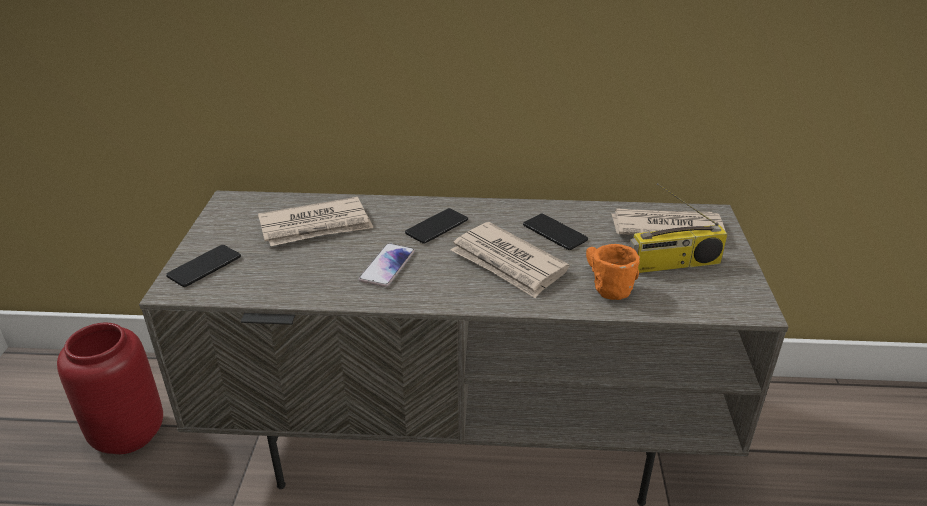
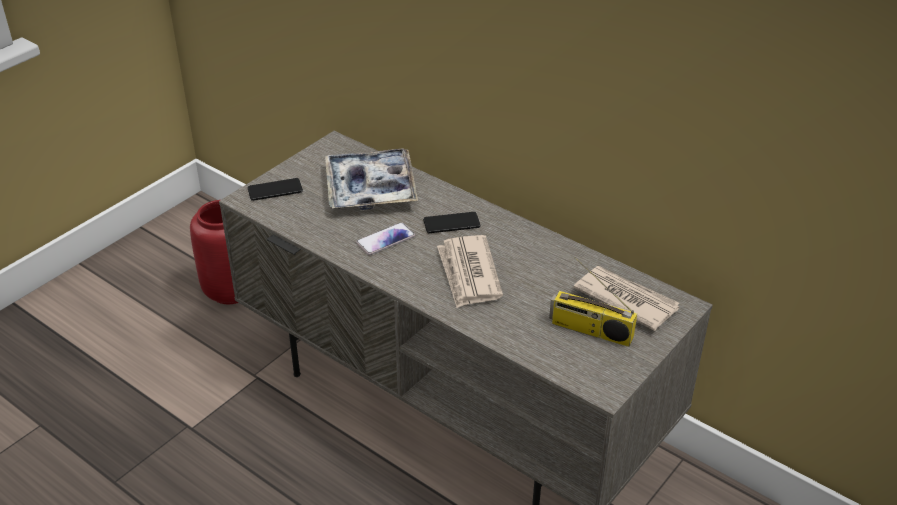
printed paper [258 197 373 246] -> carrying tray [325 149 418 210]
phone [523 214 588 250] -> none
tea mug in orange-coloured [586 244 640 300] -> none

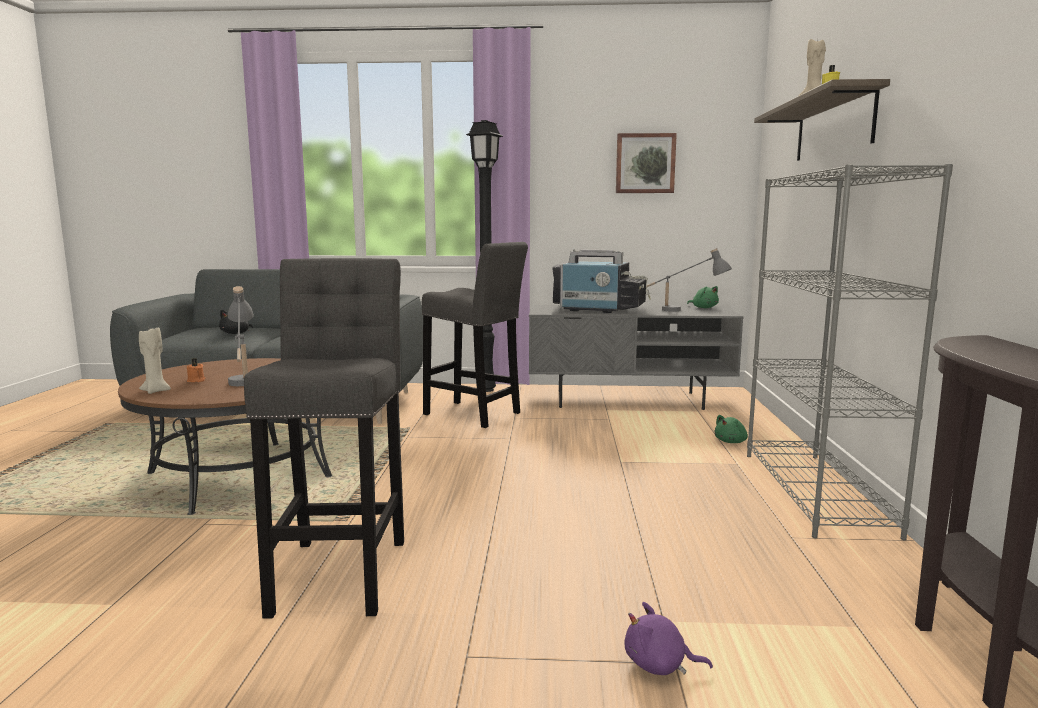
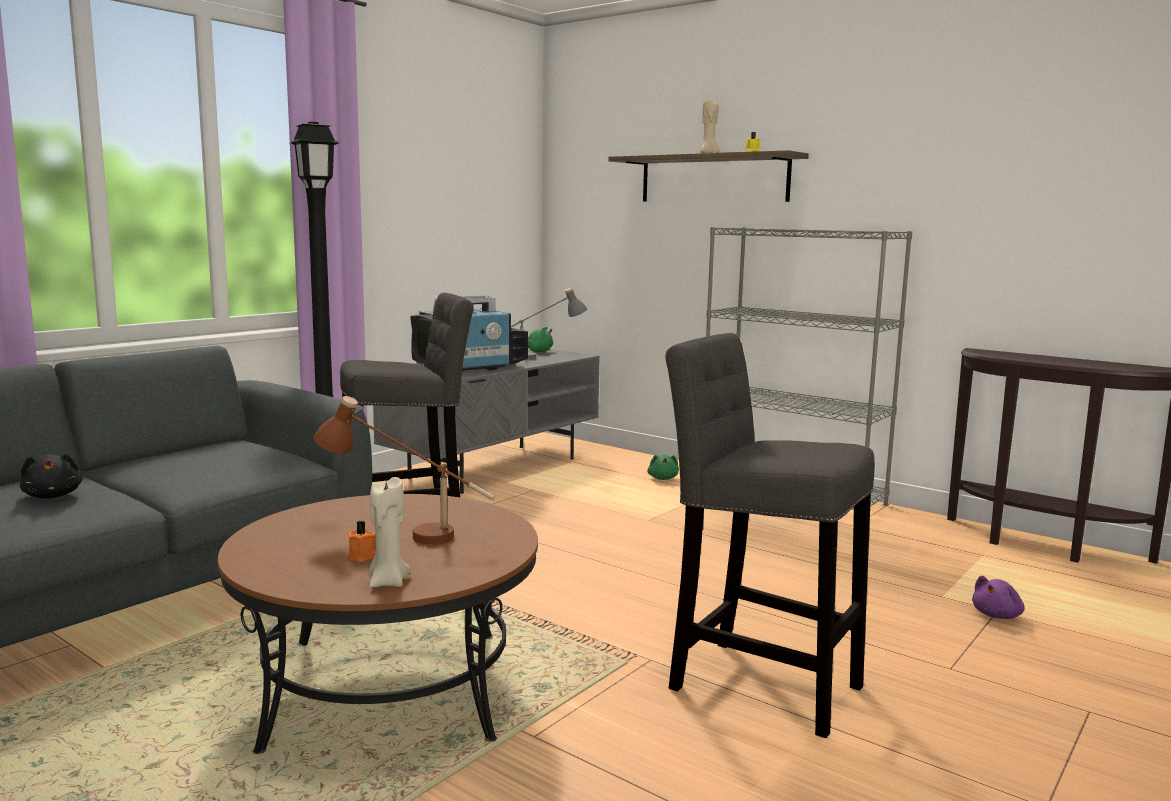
tabletop lamp in greyish [228 286 254 386] -> tabletop lamp in brownish [313 396 495 545]
picture [616 133 677 193] -> none

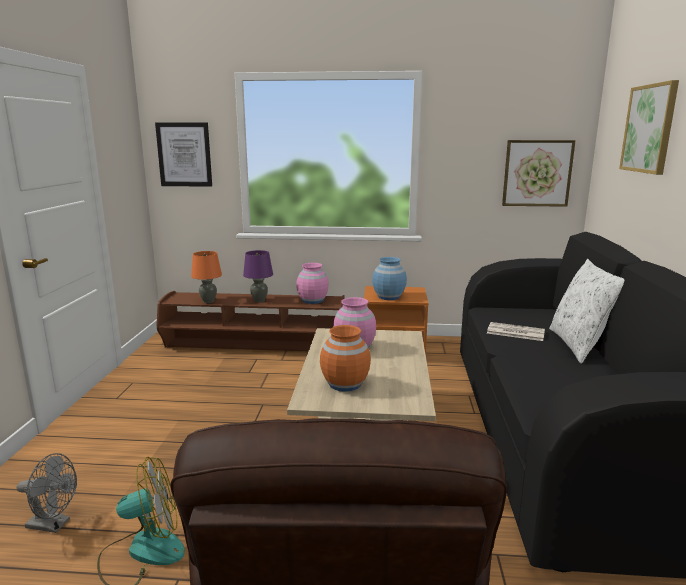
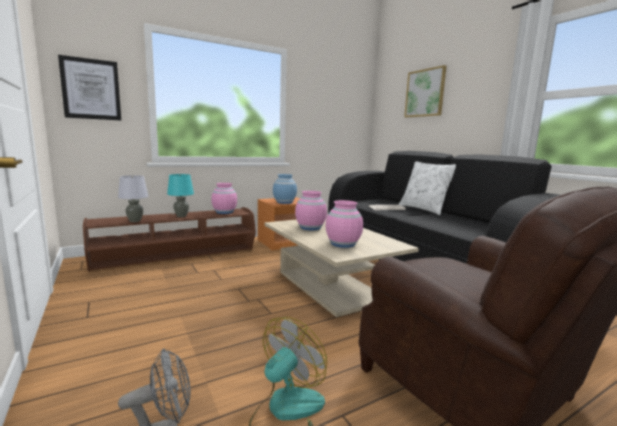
tabletop lamp in orange-coloured [191 251 222 303] -> tabletop lamp in greyish [118 175 148 222]
tabletop lamp in purple [243 250 273 302] -> tabletop lamp in turquoise [167 174 194 217]
flower vase in orange-coloured [320 325 371 392] -> flower vase in pink [325 200 363 248]
picture [502 140 576 207] -> none

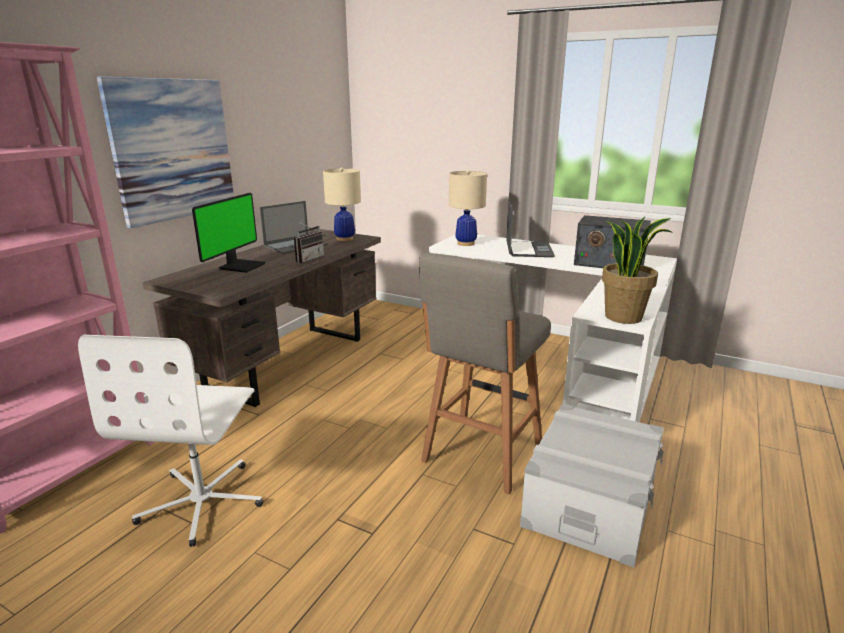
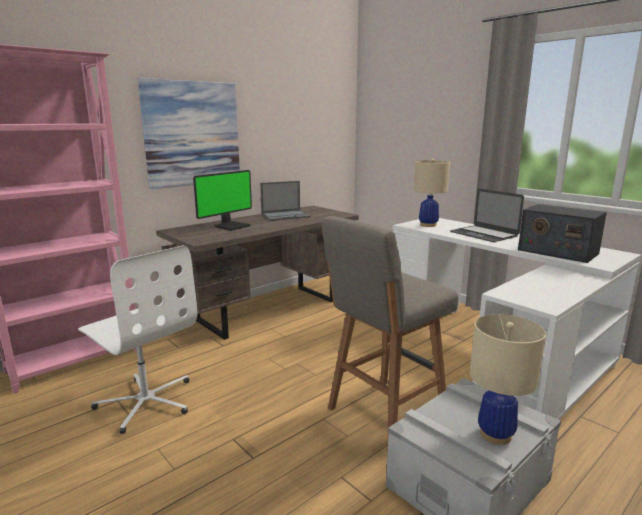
desk chair in whitish [78 335 263 547] -> desk chair in whitish [78 245 197 434], 75 degrees counterclockwise
portable computer [506 201 555 257] -> portable computer [450 189 524 242], 120 degrees clockwise
tabletop lamp in sand-coloured [323 167 361 241] -> tabletop lamp in sand-coloured [470 314 546 445], moved
radio [294 220 324 263] -> none
potted plant [602 217 672 324] -> none

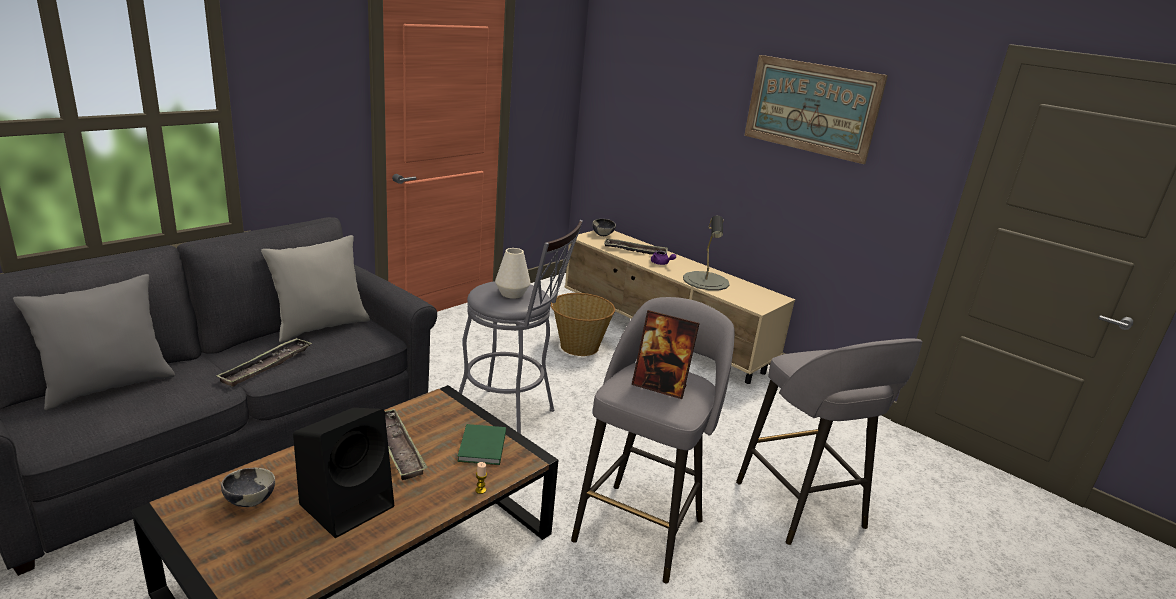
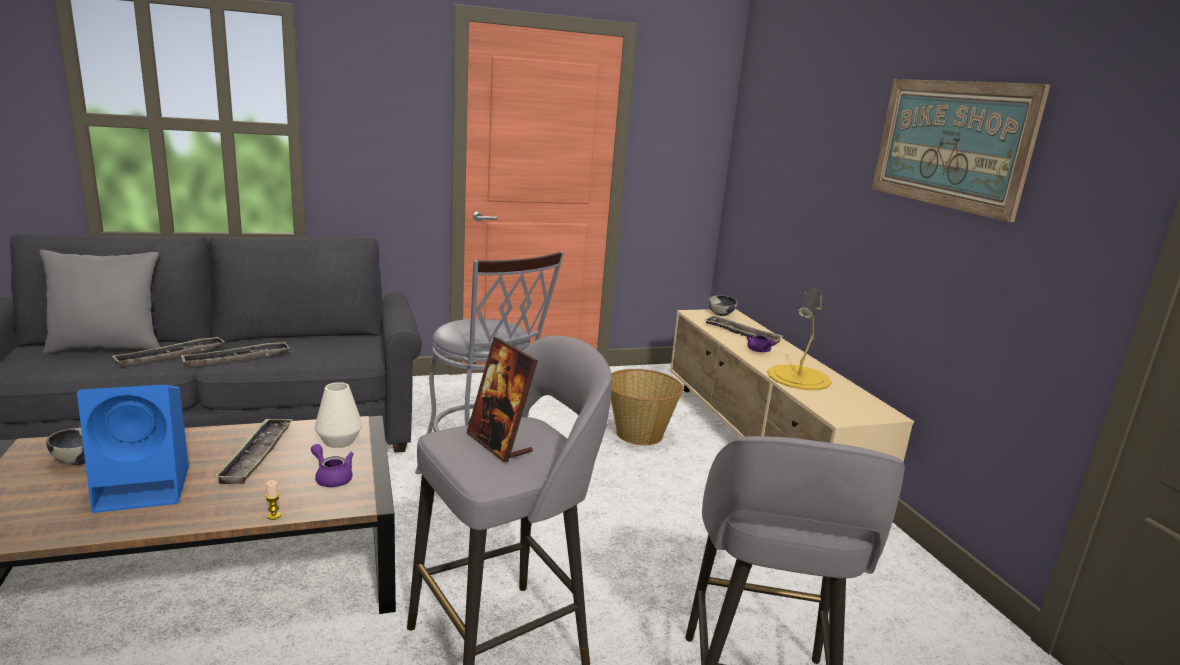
loudspeaker in black [293 408 394 538] -> loudspeaker in blue-coloured [77 385 189 513]
none -> carrying tray [111 336 225 368]
bound book in green [457 424 506 465] -> pot for tea in purple [311 444 354 487]
flower vase in whitish [495 248 531 299] -> flower vase in whitish [315 382 362 448], moved
tabletop lamp in greyish [683 215 730 291] -> tabletop lamp in yellow [767 289 831 390]
throw pillow in greyish [261 235 370 343] -> none

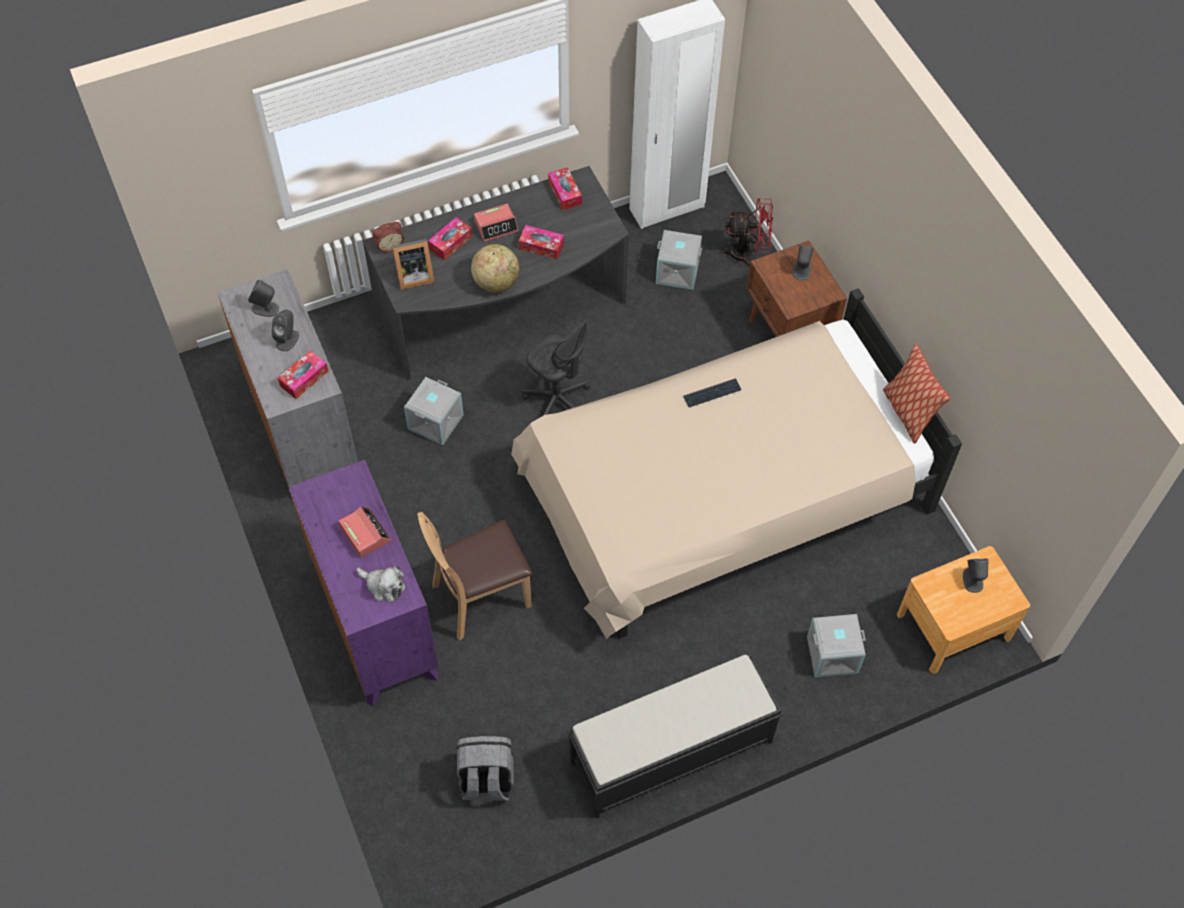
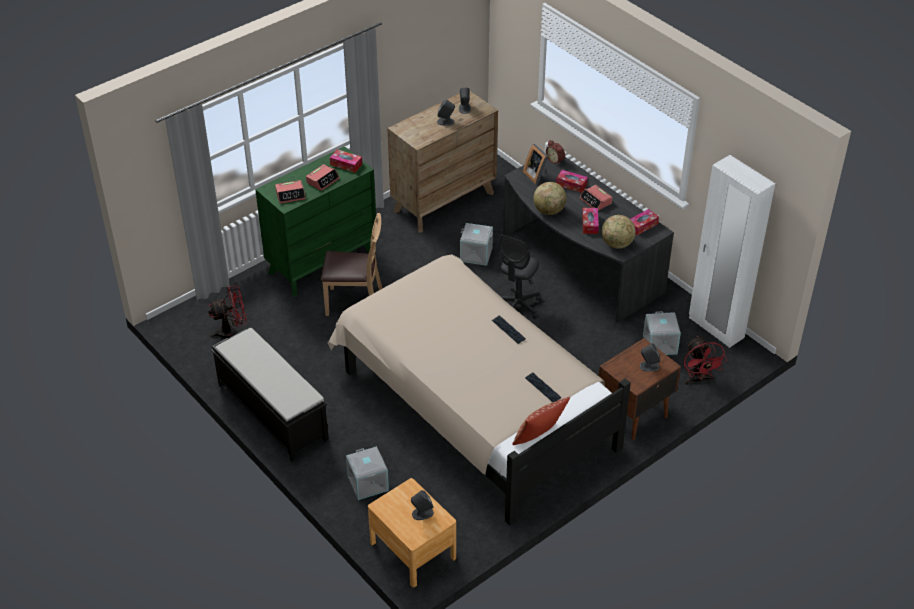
backpack in greyish [457 736 514 801] -> electric fan in red [208 285 247 338]
dresser in purple [289 460 439 706] -> dresser in green [255 146 376 297]
soft toy [356 566 406 602] -> bedside clock [275 180 306 204]
plain chair in brownish [417 512 532 641] -> plain chair in brownish [321 213 383 316], 135 degrees clockwise
box of tissues [278 351 328 399] -> box of tissues [330 149 362 173], moved
dresser in greyish [217 269 358 487] -> dresser in brownish [387 90 498 233]
none -> PC keyboard [525 372 561 402]
none -> globe [602 215 636 249]

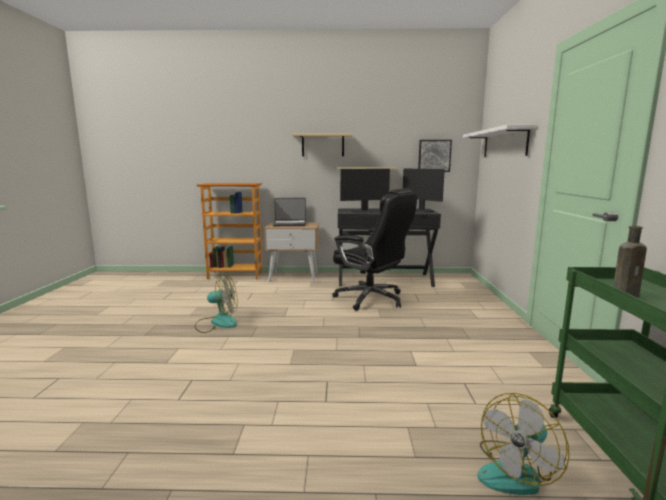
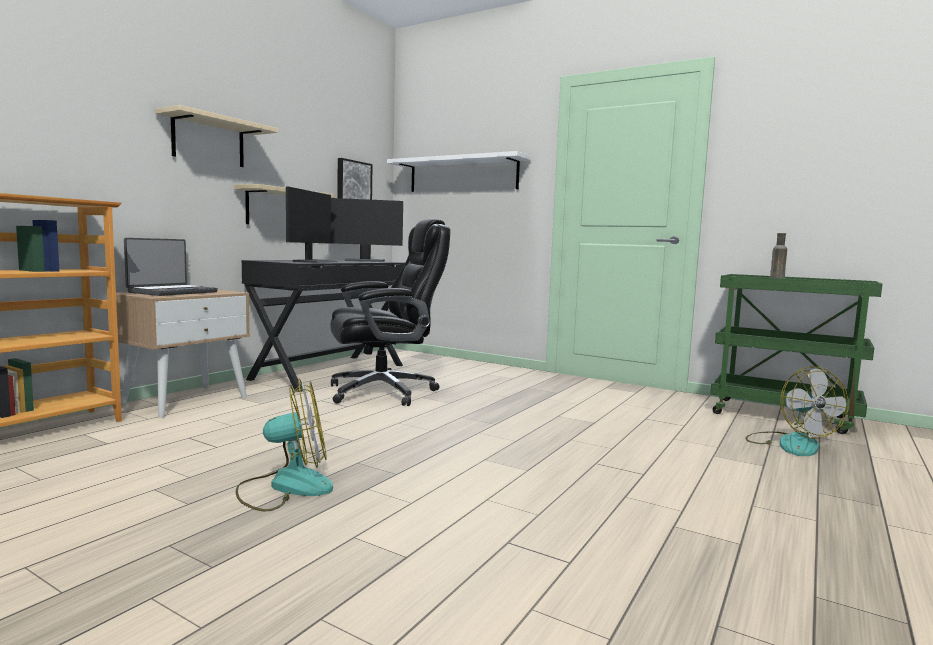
electric fan [195 275 238 333] -> electric fan [236 379 333 511], 45 degrees clockwise

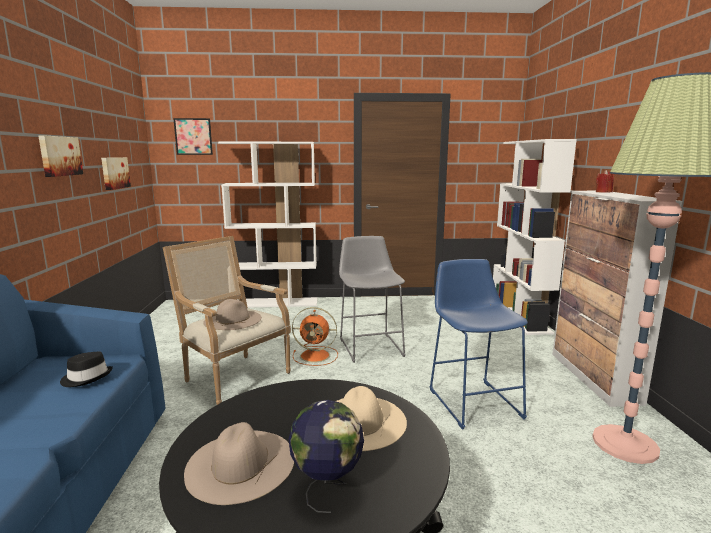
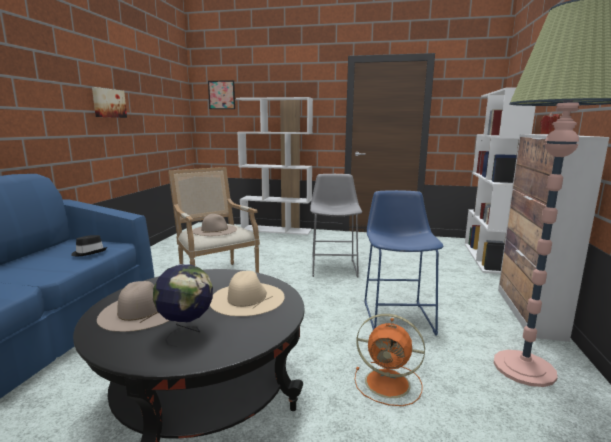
electric fan in orange-coloured [292 307 338 366] -> electric fan in orange-coloured [355 314 425 406], moved
picture [101 157 131 190] -> none

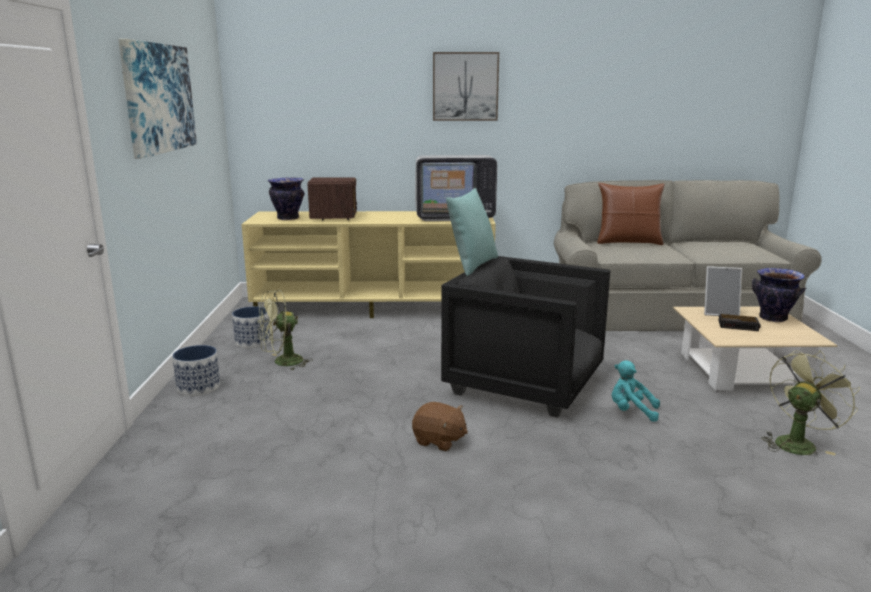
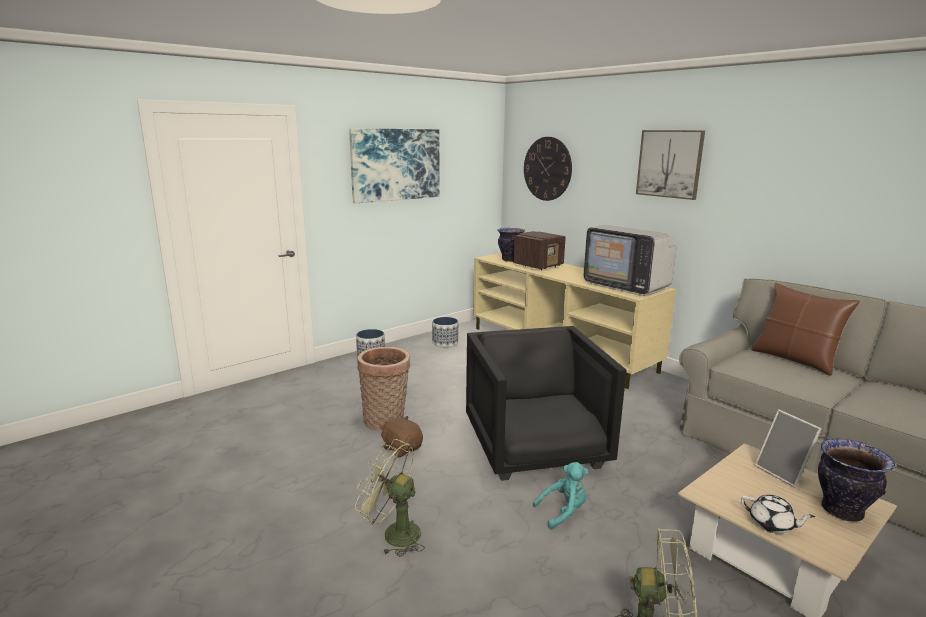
electric fan in green [258 290 313 370] -> electric fan in green [355 439 425 557], moved
none -> basket [357 347 410 431]
soft toy in brownish [412 402 468 451] -> soft toy in brownish [380 416 423 458], 150 degrees clockwise
none -> wall clock [524 137 572 201]
soft toy in turquoise [612 360 660 422] -> soft toy in turquoise [533 462 589 529], 90 degrees clockwise
none -> pot for tea in whitish [741 495 815 534]
throw pillow in turquoise [446 188 498 276] -> none
bedside clock [719 314 761 331] -> none

